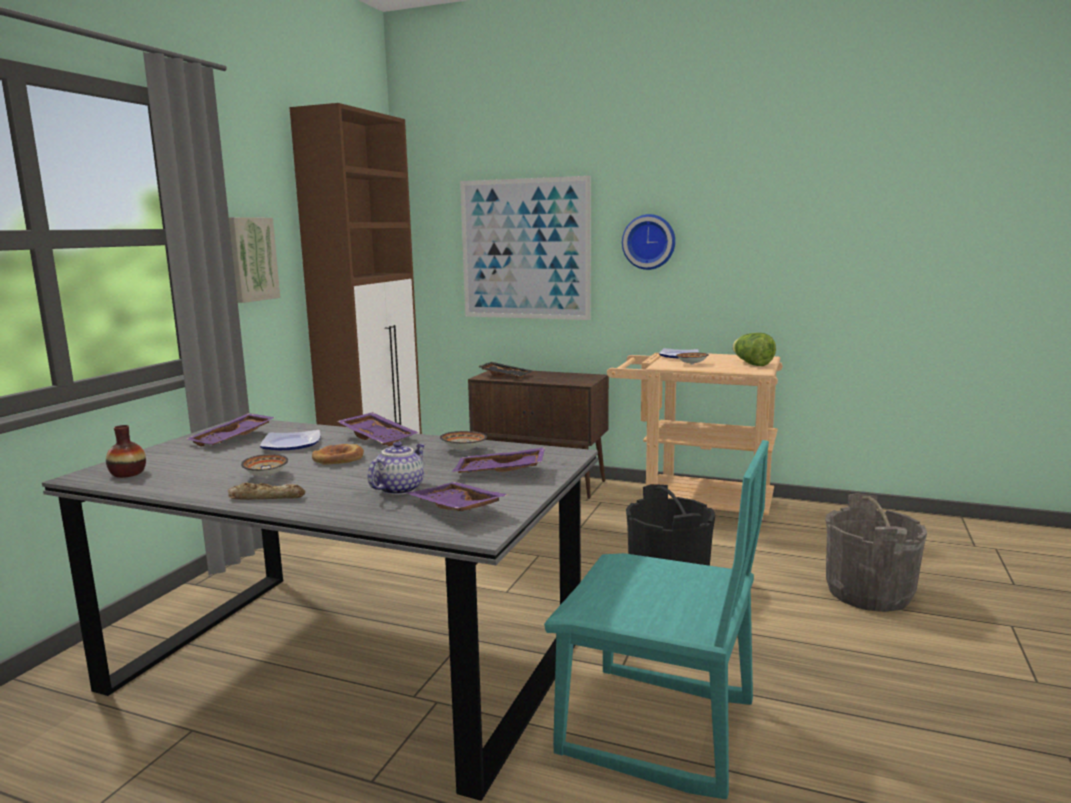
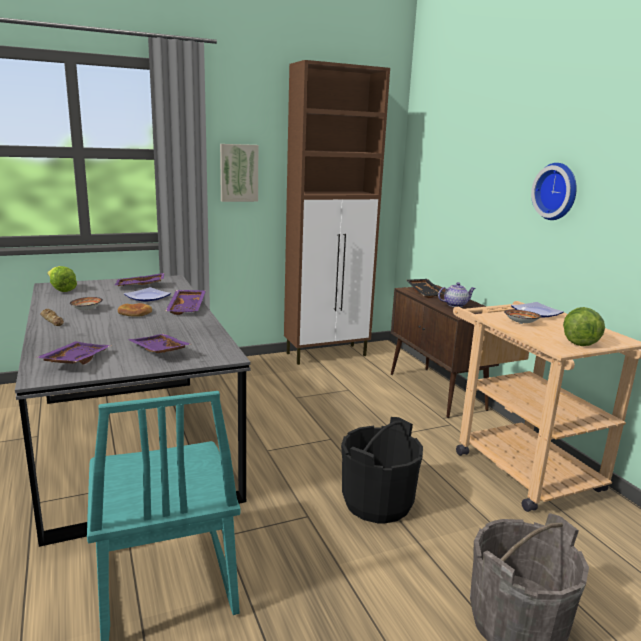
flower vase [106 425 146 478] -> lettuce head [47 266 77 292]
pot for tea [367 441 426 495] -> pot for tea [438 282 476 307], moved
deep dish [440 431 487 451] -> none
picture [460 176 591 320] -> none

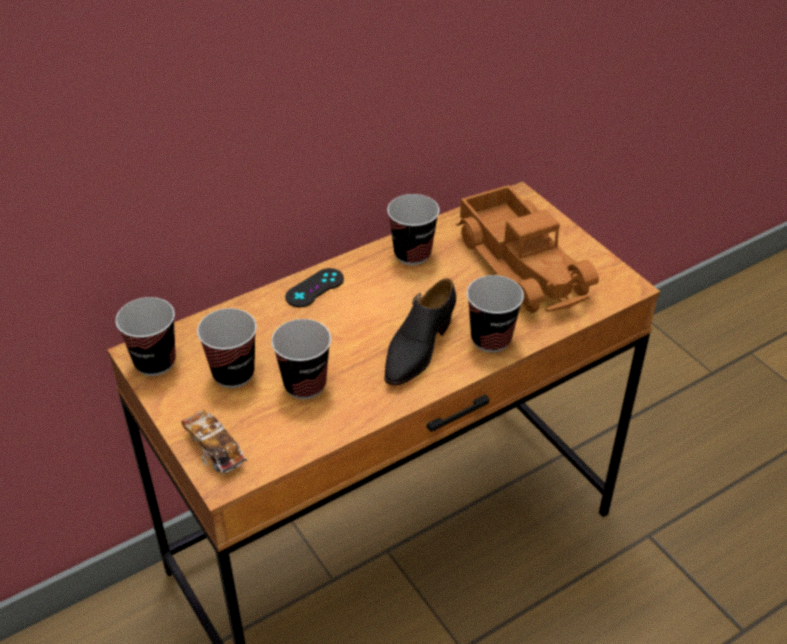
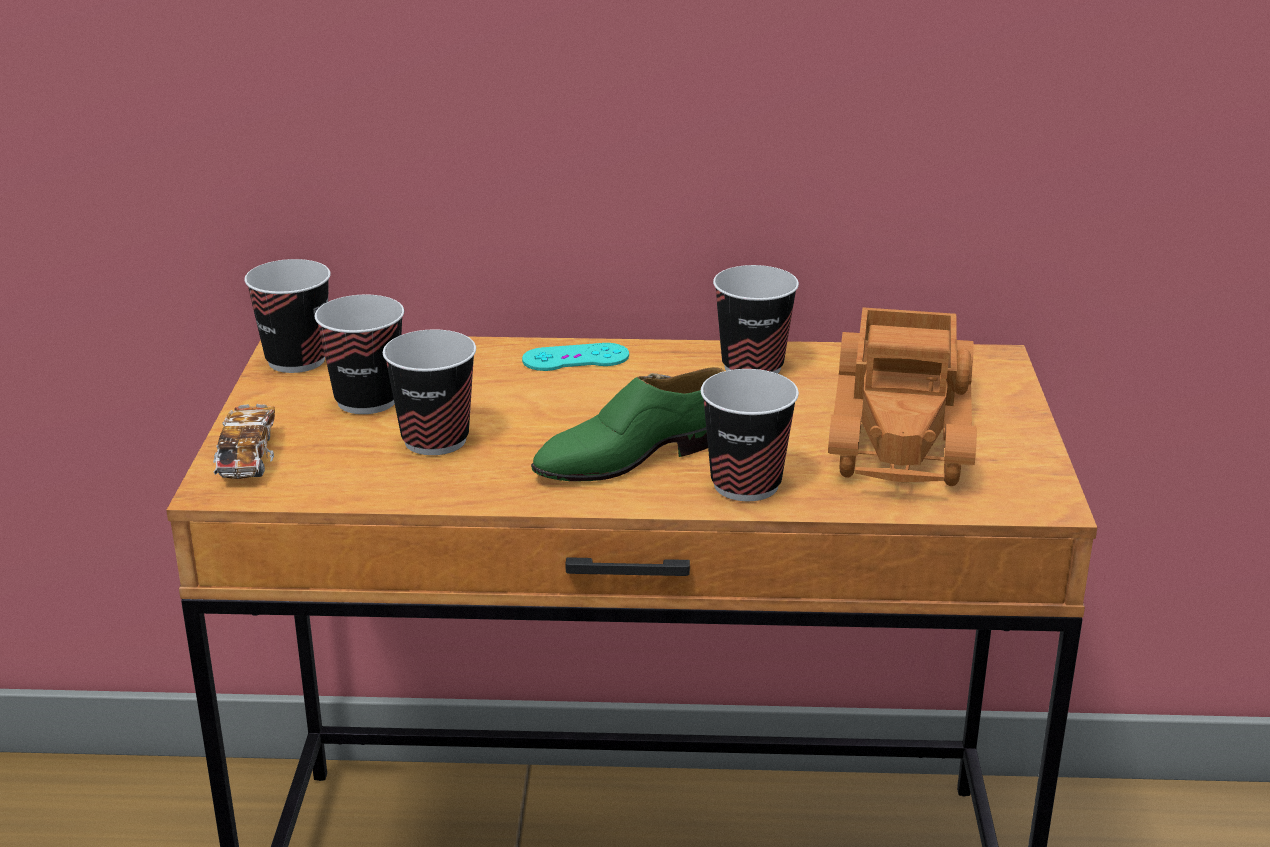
gamepad in black [285 268 344 307] -> gamepad in turquoise [522 343 629 371]
shoe in black [384 278 456 385] -> shoe in green [531 367 724 482]

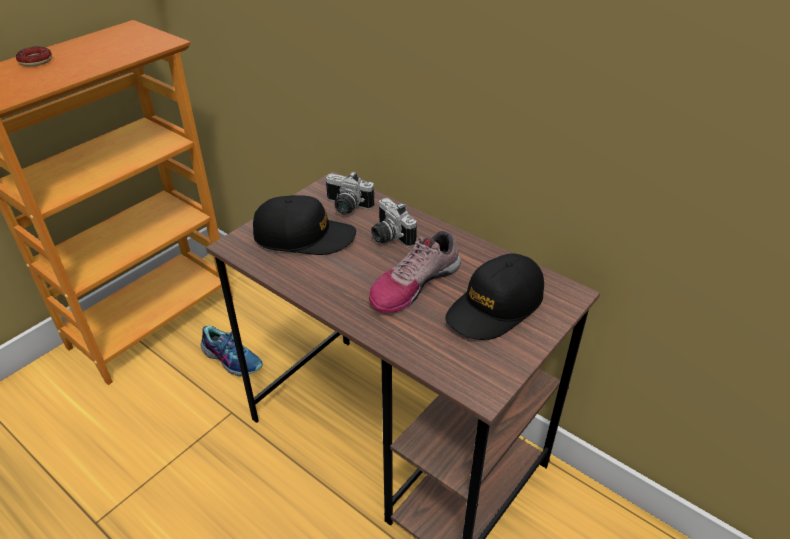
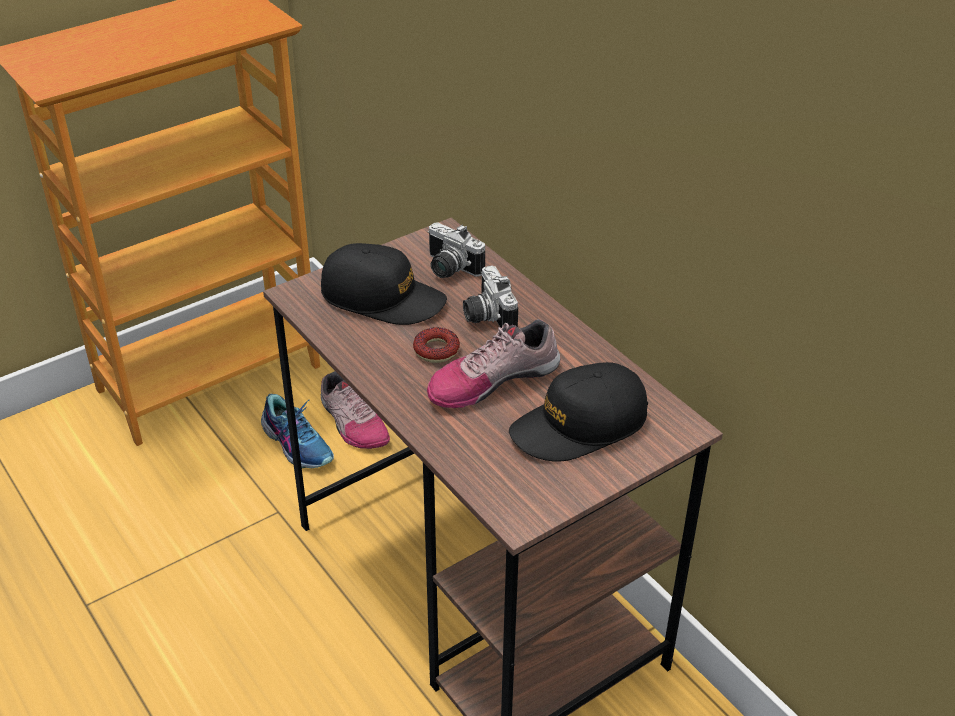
none -> shoe [321 371 390 449]
donut [16 47 52 67] -> donut [413 327 460 363], moved

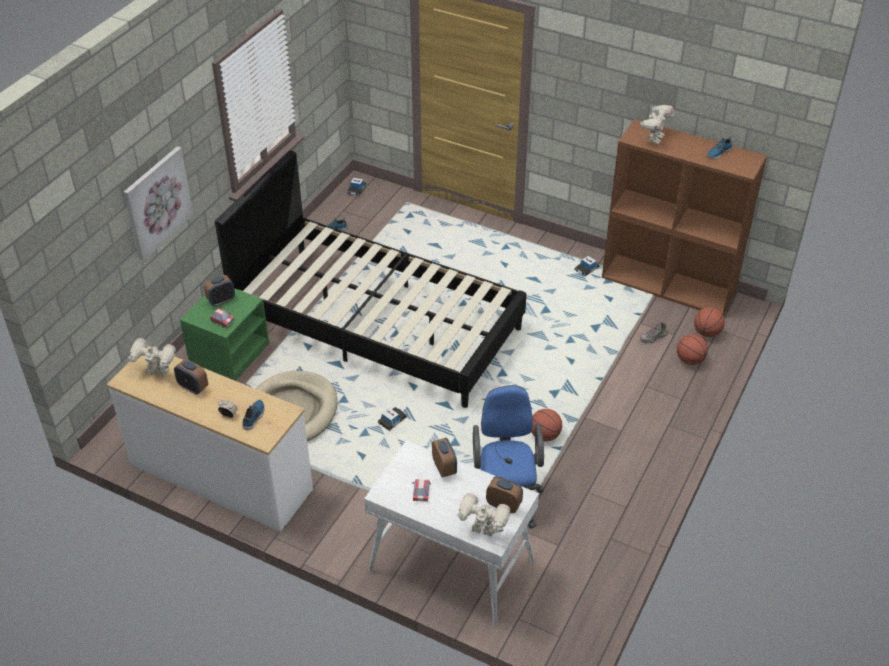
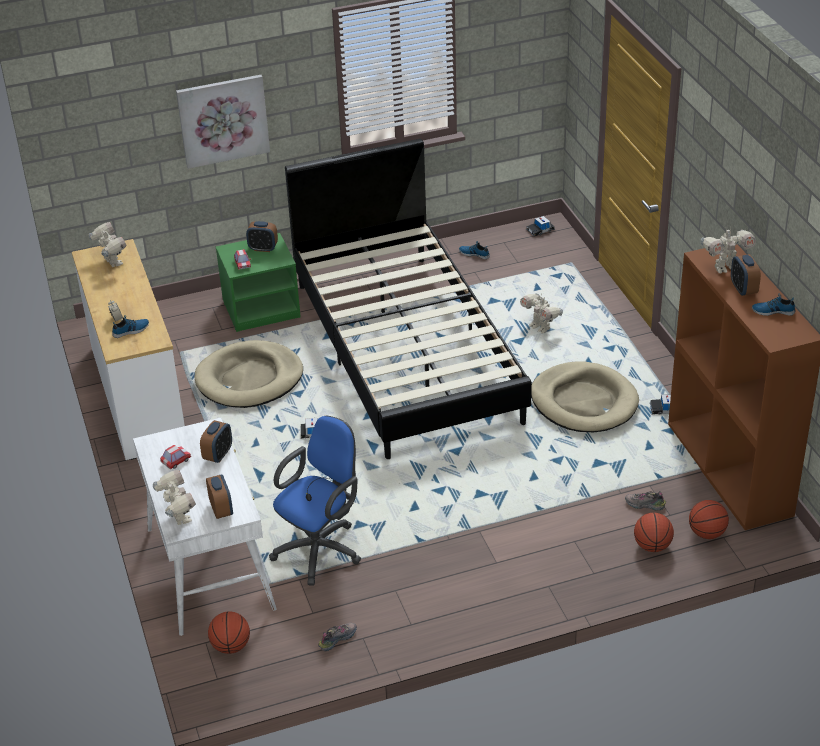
basketball [531 409 562 441] -> basketball [208 612 250 654], moved
none -> shoe [318 623 357 651]
none -> robot figure [520 294 563 333]
none -> pet bed in sand-coloured [531 361 639 432]
bedside clock [174 359 208 395] -> bedside clock [731 254 761 296], moved

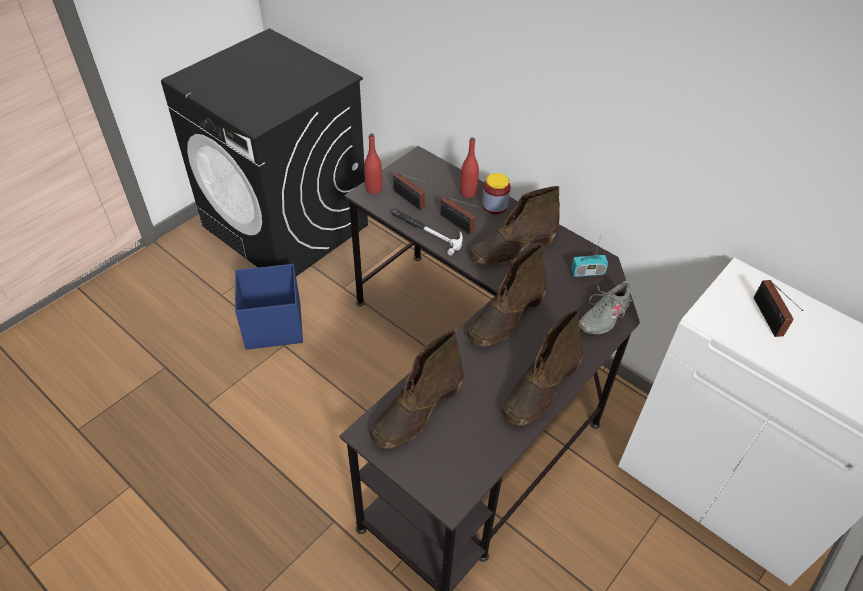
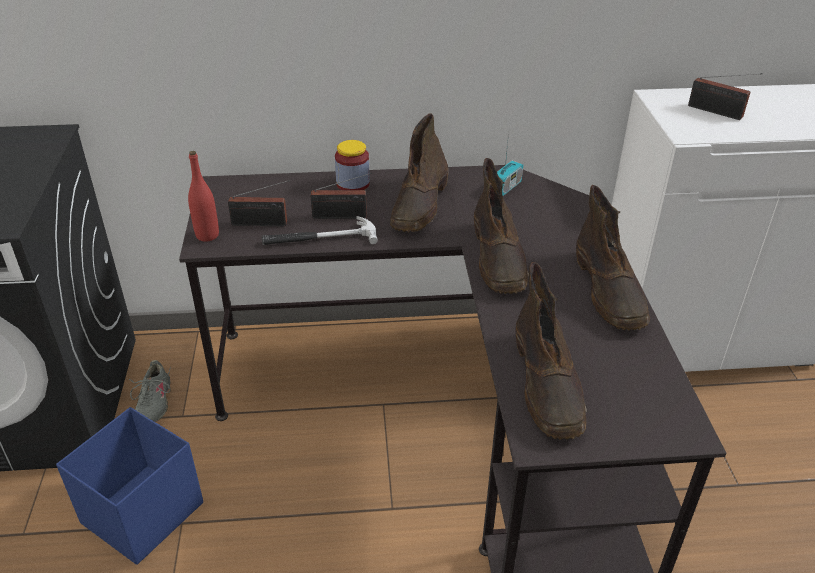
shoe in greyish [578 281 637 334] -> shoe in greyish [129 360 171 422], moved
beverage bottle in red [460 137 479 198] -> none

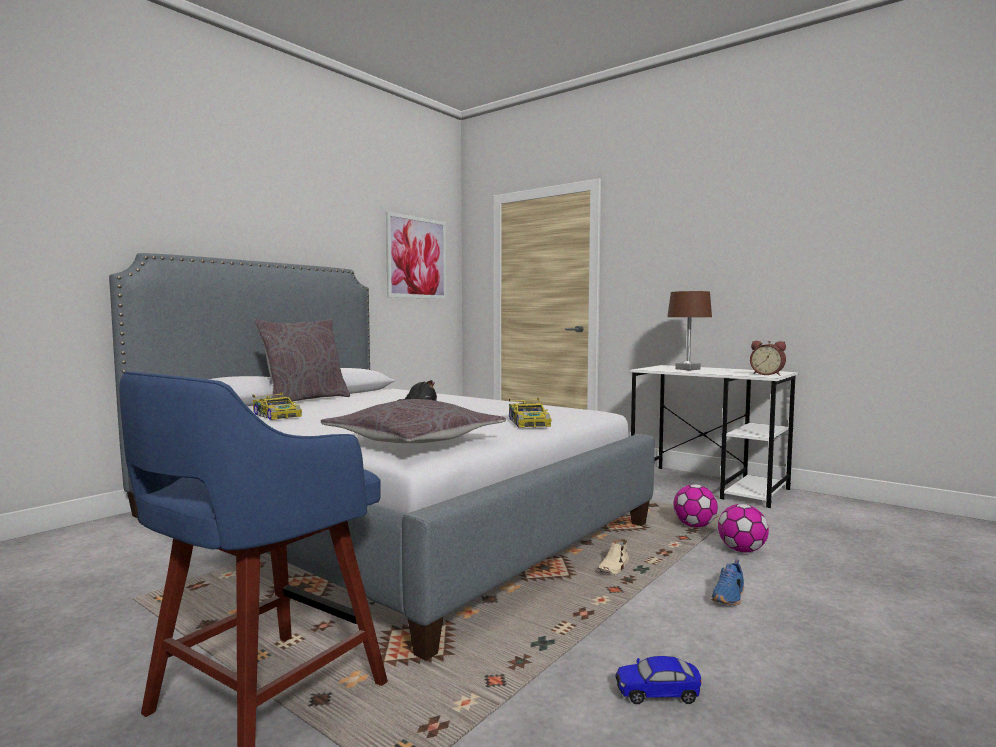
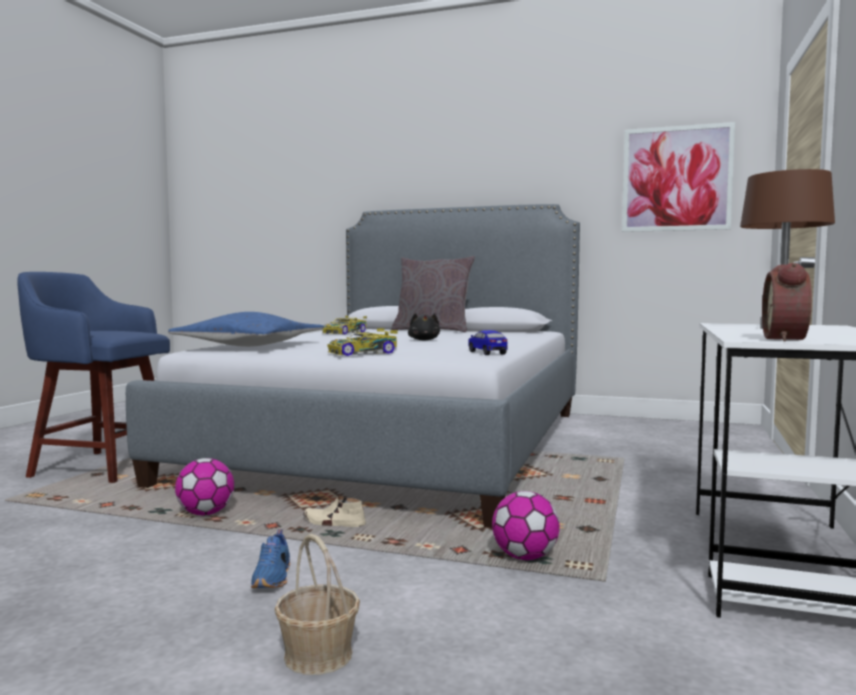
throw pillow in greyish [321 399 506 443] -> throw pillow in blue-coloured [168 312 324 347]
football ball [718 504 769 553] -> football ball [175 458 234 515], moved
shoe in blue-coloured [711 559 744 606] -> shoe in blue-coloured [251 529 290 588], 105 degrees counterclockwise
none -> basket [274 534 360 675]
model car [615 656 701 704] -> model car [468 330 507 355], moved

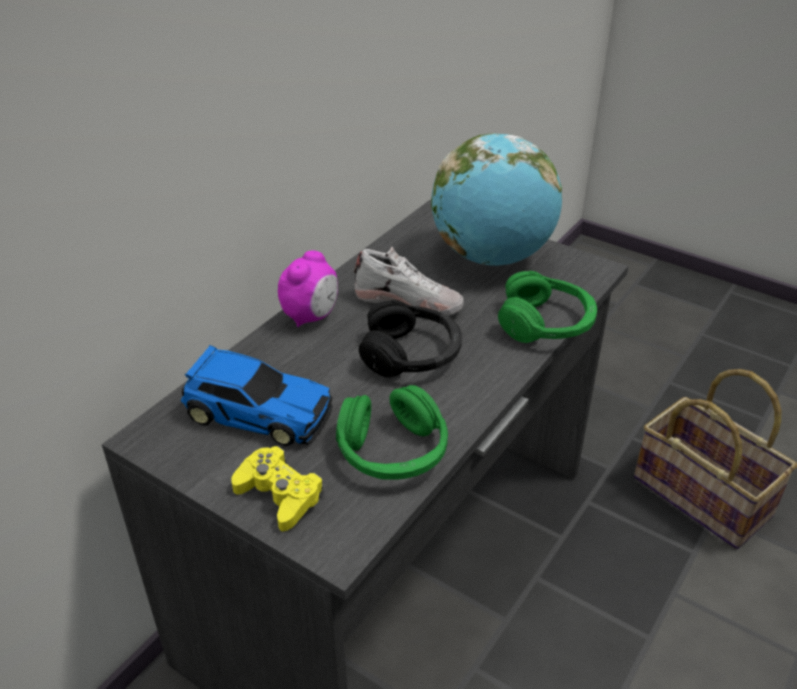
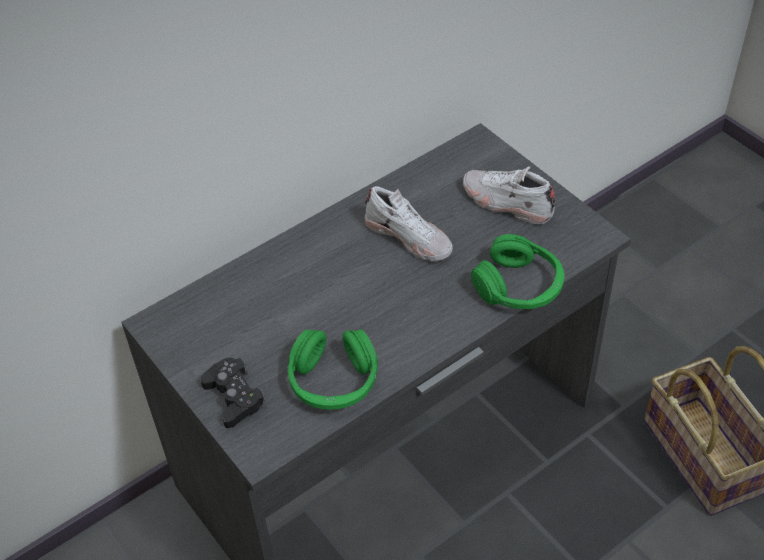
gamepad in yellow [231 446 324 531] -> gamepad in black [201 358 266 428]
globe [431 133 562 266] -> shoe in whitish [463 166 556 224]
model car [181 345 333 446] -> none
bedside clock [278 250 338 327] -> none
pair of headphones in black [359 300 462 378] -> none

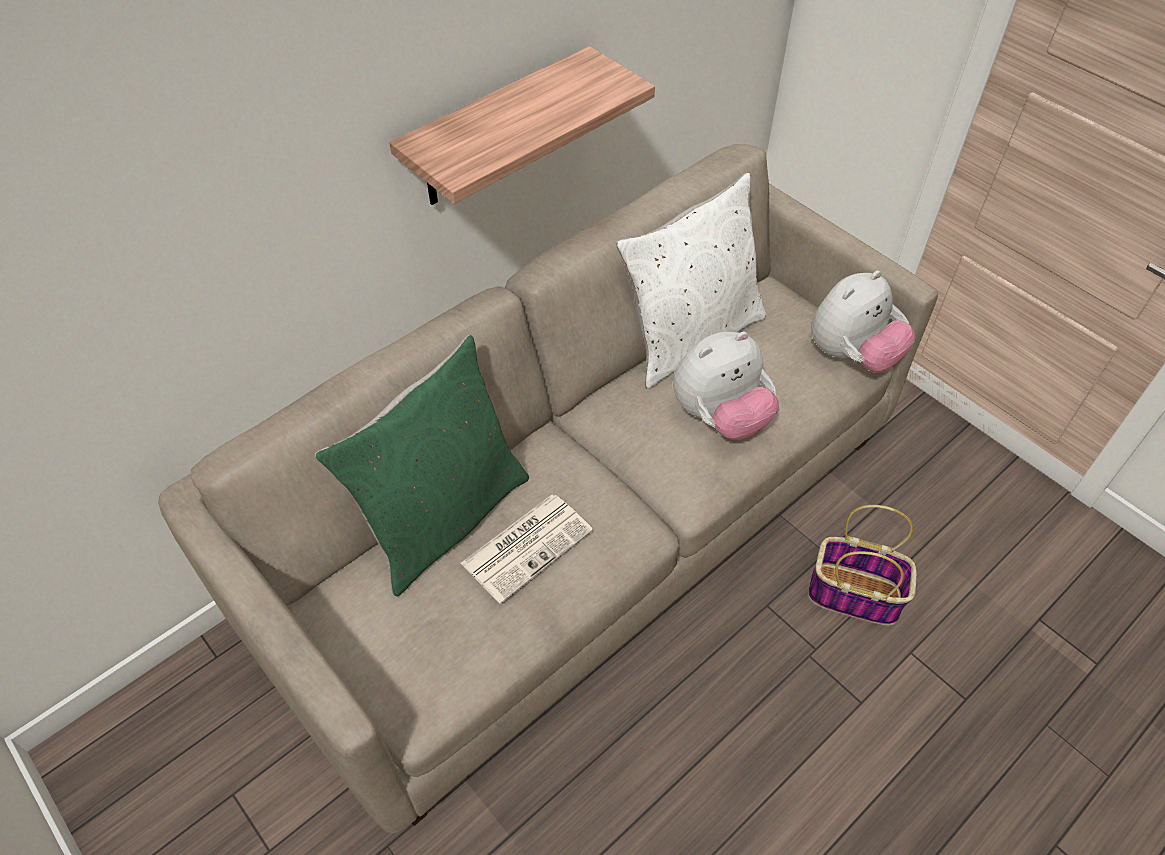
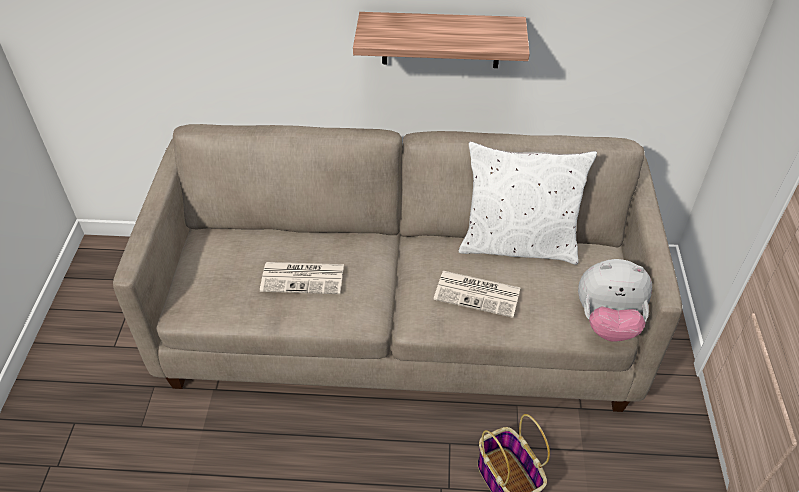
soft toy [673 331 779 440] -> printed paper [433 271 521 318]
throw pillow in green [315 335 529 596] -> none

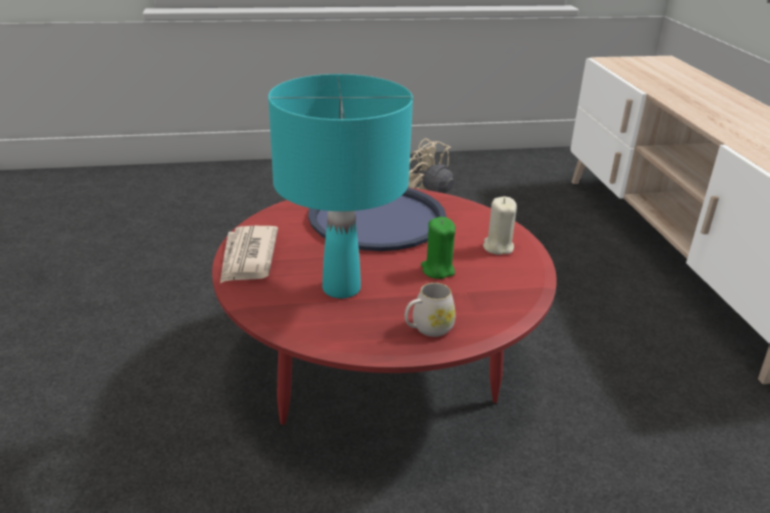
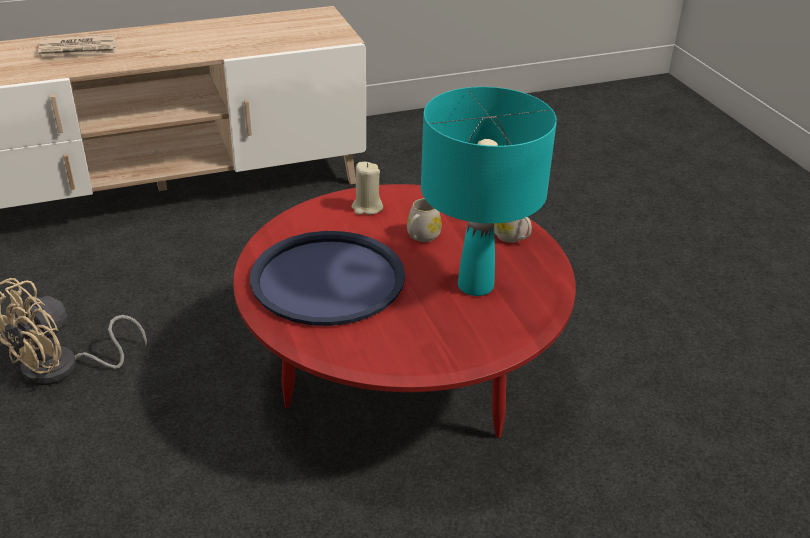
printed paper [220 226 278 283] -> printed paper [38 34 117 57], moved
wax candle in green [421 217 455 279] -> tea mug in whitish [407 198 442 242]

